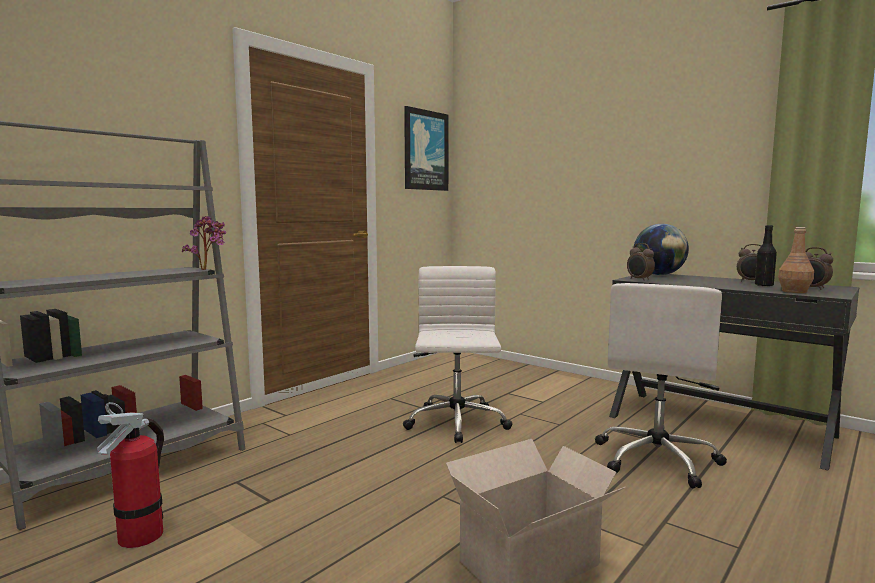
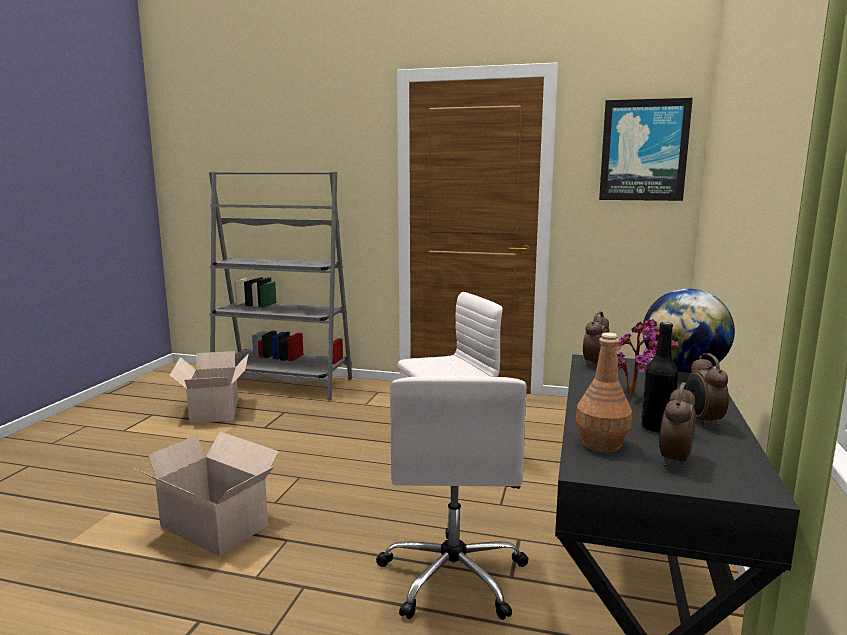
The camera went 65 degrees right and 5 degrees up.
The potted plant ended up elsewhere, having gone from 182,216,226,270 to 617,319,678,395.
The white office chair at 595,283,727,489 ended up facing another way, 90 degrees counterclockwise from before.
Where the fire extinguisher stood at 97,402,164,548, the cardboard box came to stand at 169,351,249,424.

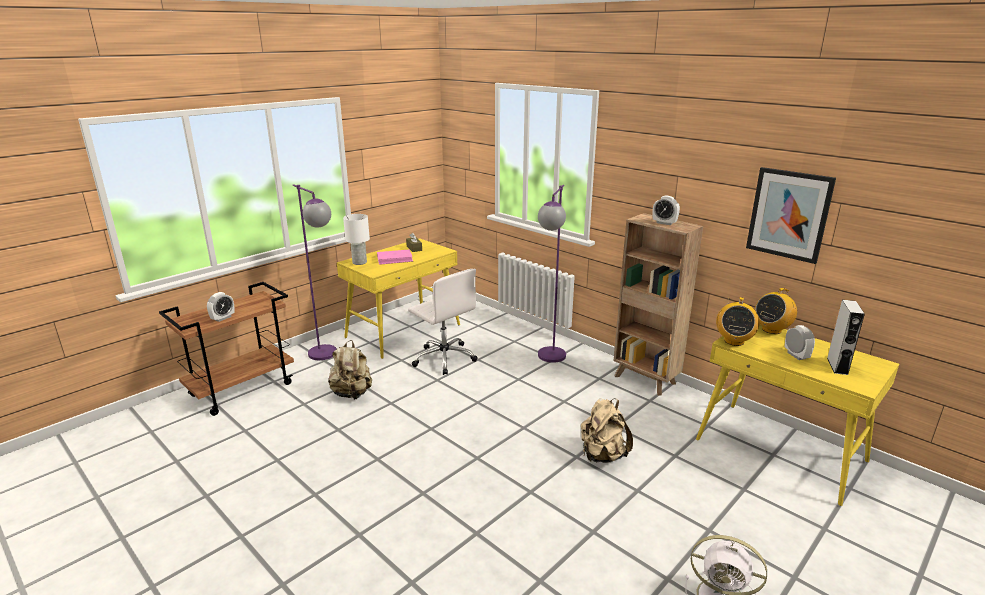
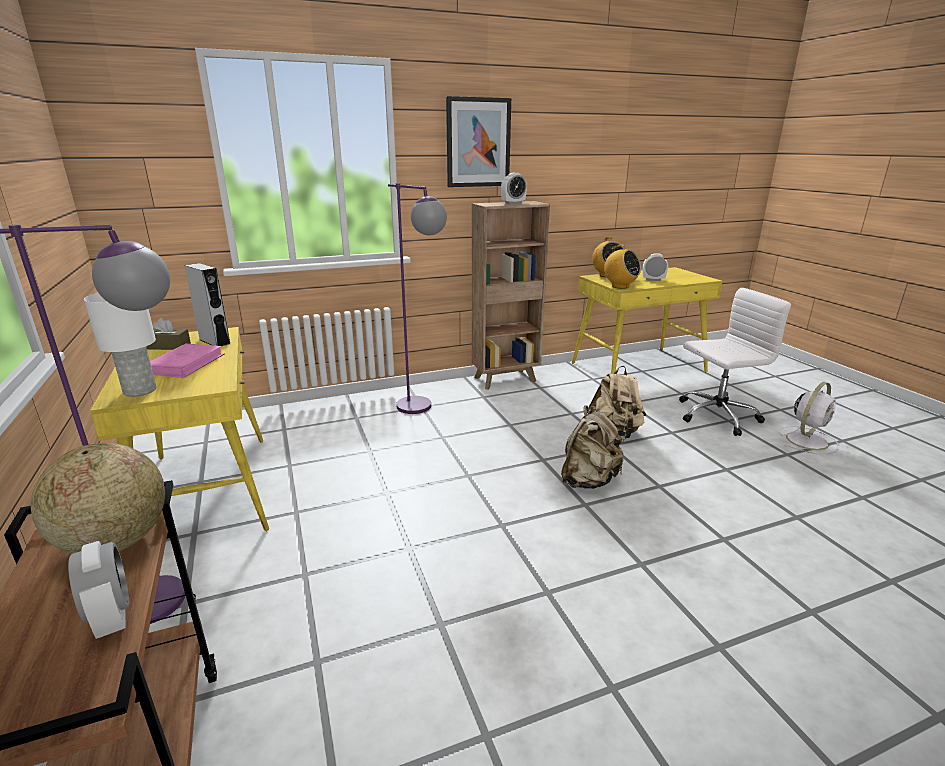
The camera went 65 degrees left and 0 degrees up.
The picture ended up elsewhere, having gone from 746,167,836,264 to 446,96,511,187.
The white office chair ended up elsewhere, having gone from 408,269,478,375 to 679,288,791,436.
The grey speaker ended up elsewhere, having gone from 827,300,865,375 to 184,263,230,346.
The beige backpack ended up elsewhere, having gone from 328,340,372,400 to 561,405,624,489.
The second view gained the globe at 31,443,165,554.

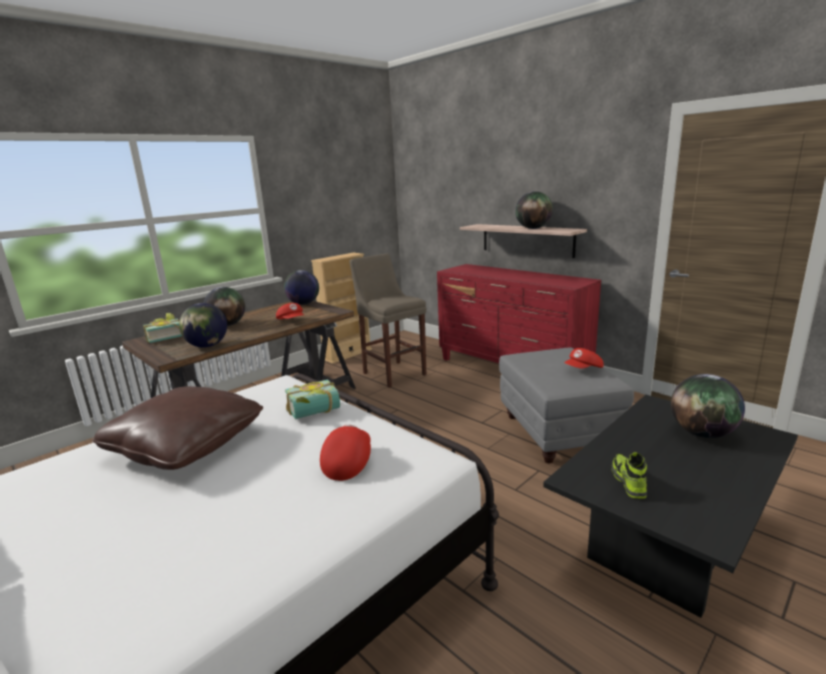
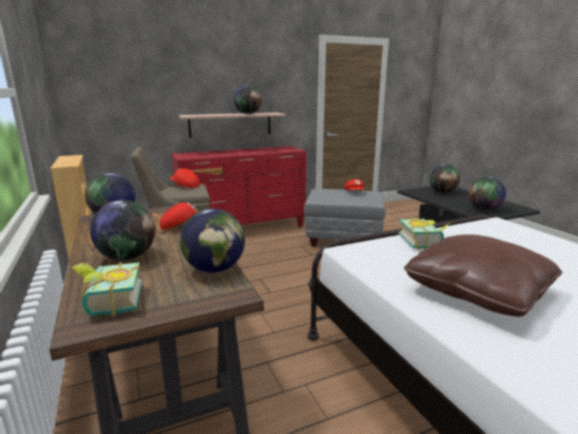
The camera went 70 degrees left and 0 degrees up.
The red cap ended up elsewhere, having gone from 320,425,371,481 to 170,168,200,188.
Where the shoe stood at 612,452,647,499, the globe came to stand at 468,177,506,210.

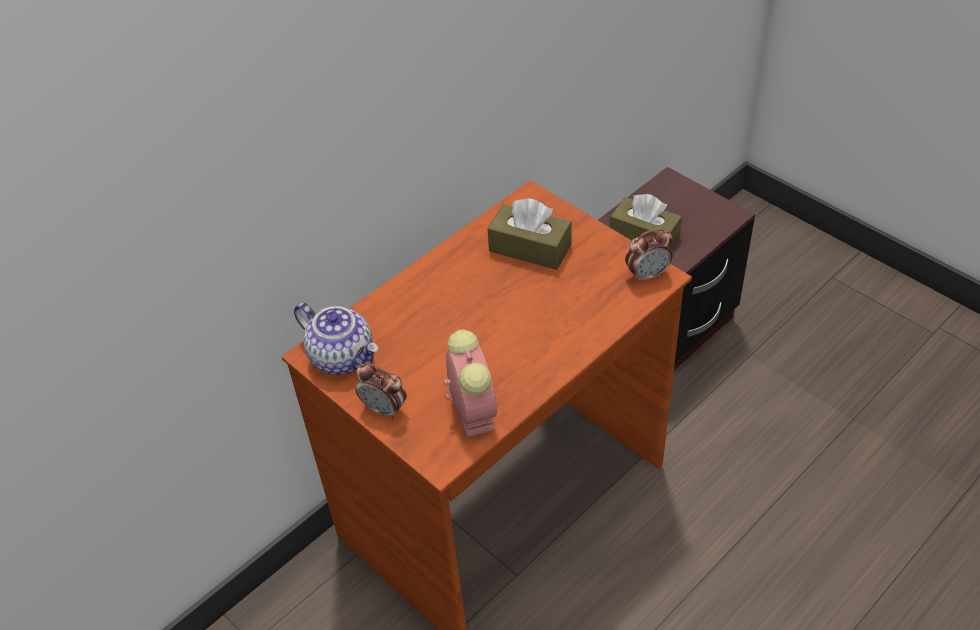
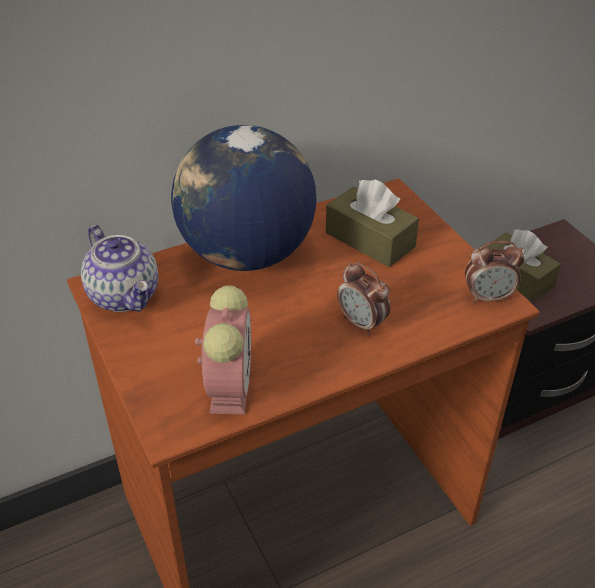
The camera went 15 degrees right and 5 degrees down.
The alarm clock ended up elsewhere, having gone from 355,363,407,420 to 337,262,391,335.
The second view gained the globe at 171,125,317,271.

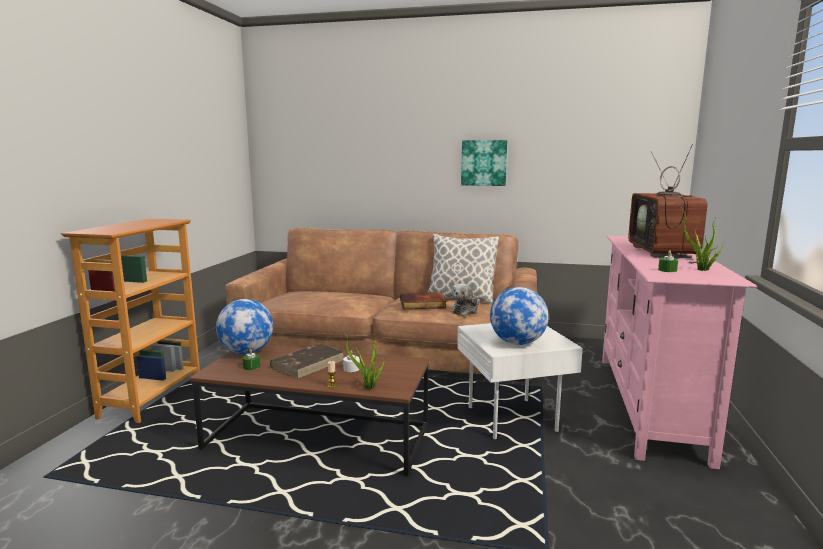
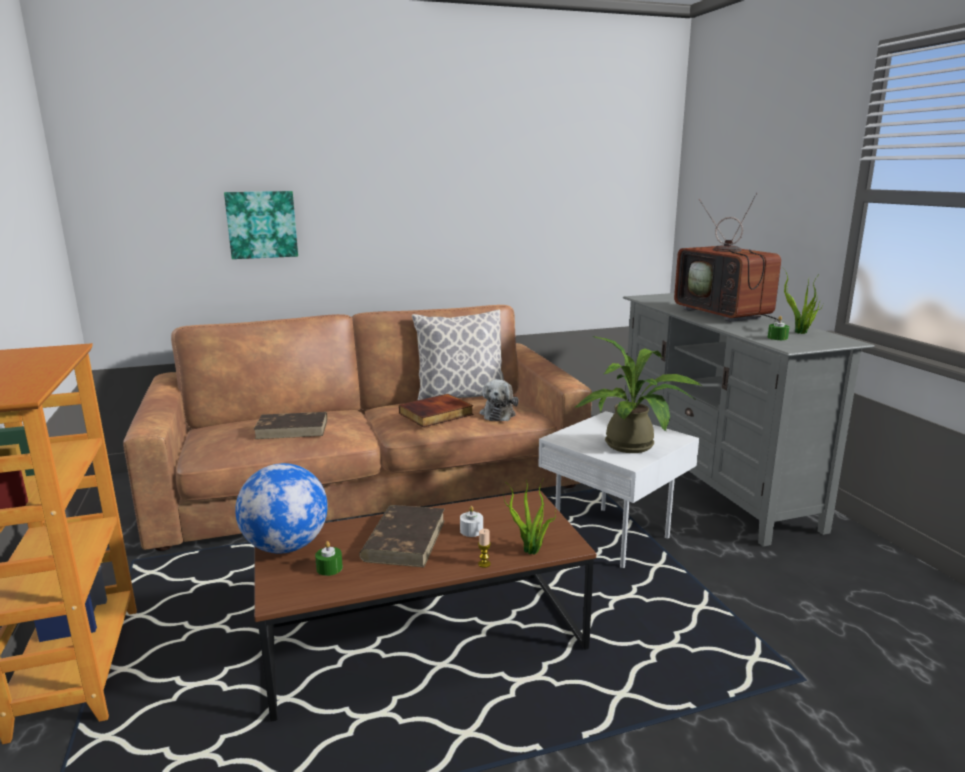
The camera went 30 degrees left and 5 degrees up.
The picture ended up elsewhere, having gone from 461,140,507,186 to 224,191,298,259.
What was the pink tv stand at 602,236,757,469 turned into the grey tv stand at 623,293,875,547.
Where the globe stood at 490,287,549,345, the potted plant came to stand at 575,336,702,453.
The second view gained the brown book at 253,412,327,439.

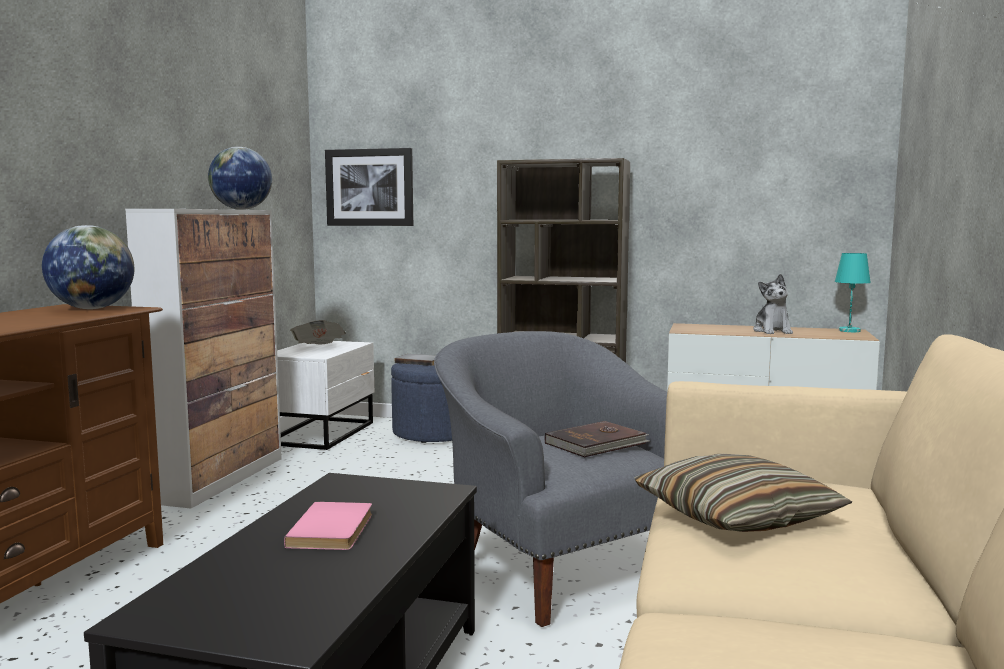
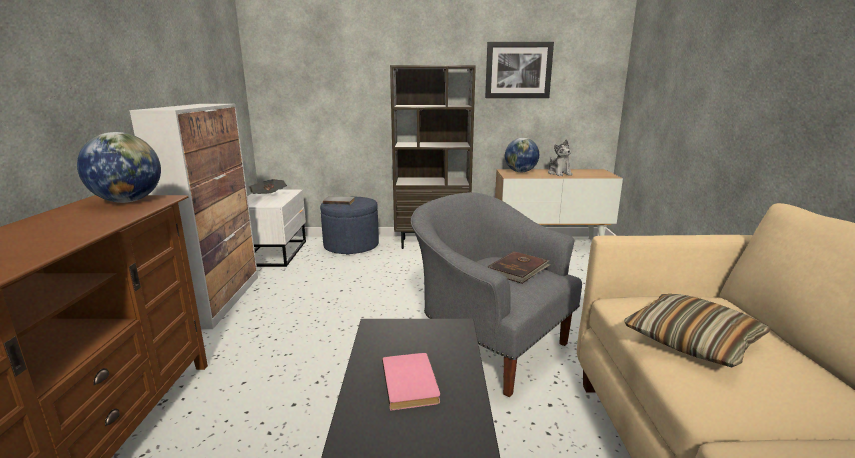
The camera went 15 degrees left and 10 degrees up.
The globe ended up elsewhere, having gone from 208,147,272,210 to 505,138,539,172.
The picture ended up elsewhere, having gone from 325,148,413,226 to 485,42,554,98.
The second view lost the turquoise table lamp at 835,253,871,332.

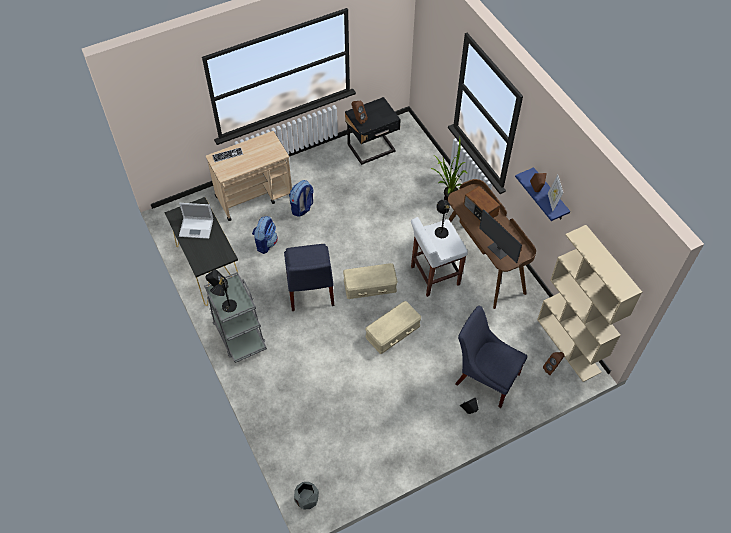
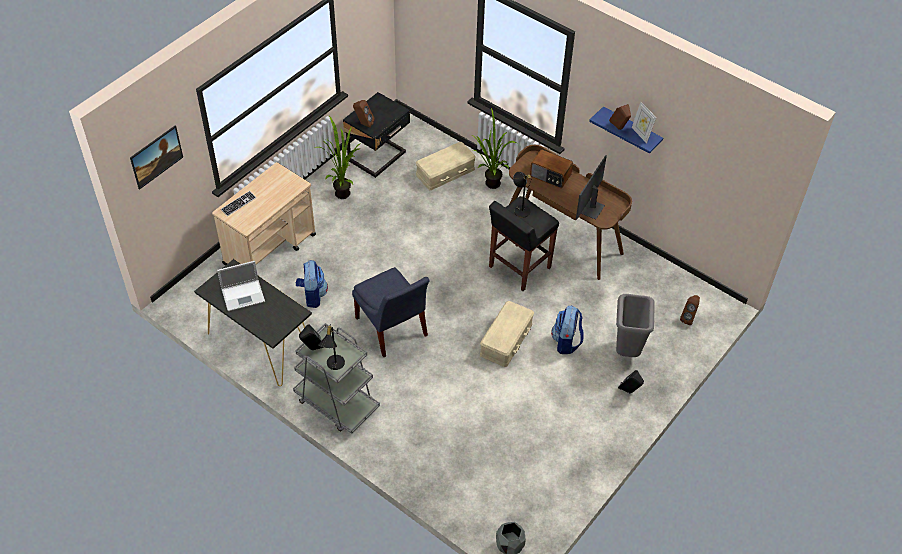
The camera went 25 degrees left and 5 degrees down.
The backpack ended up elsewhere, having gone from 289,180,313,217 to 551,306,584,354.
The monitor at 479,209,522,263 ended up facing another way, 90 degrees clockwise from before.
What was the white stool at 411,217,467,297 turned into the black stool at 489,196,559,291.
The second view lost the beige bookcase at 537,225,642,382.
The beige storage box ended up elsewhere, having gone from 343,263,398,299 to 416,142,476,190.
Where the blue chair stood at 455,306,527,408, the grey trash can came to stand at 616,294,655,357.
The second view gained the potted plant at 314,116,361,199.
The second view gained the picture at 130,126,183,189.

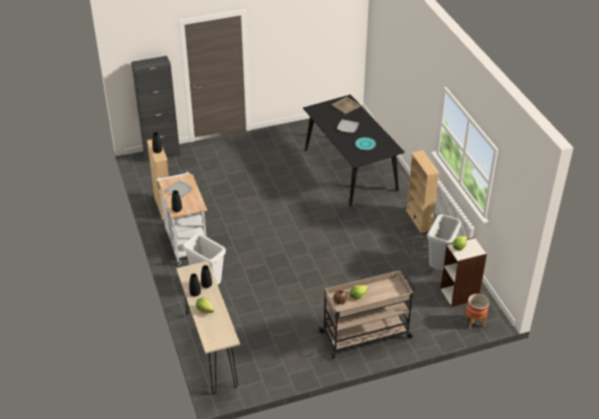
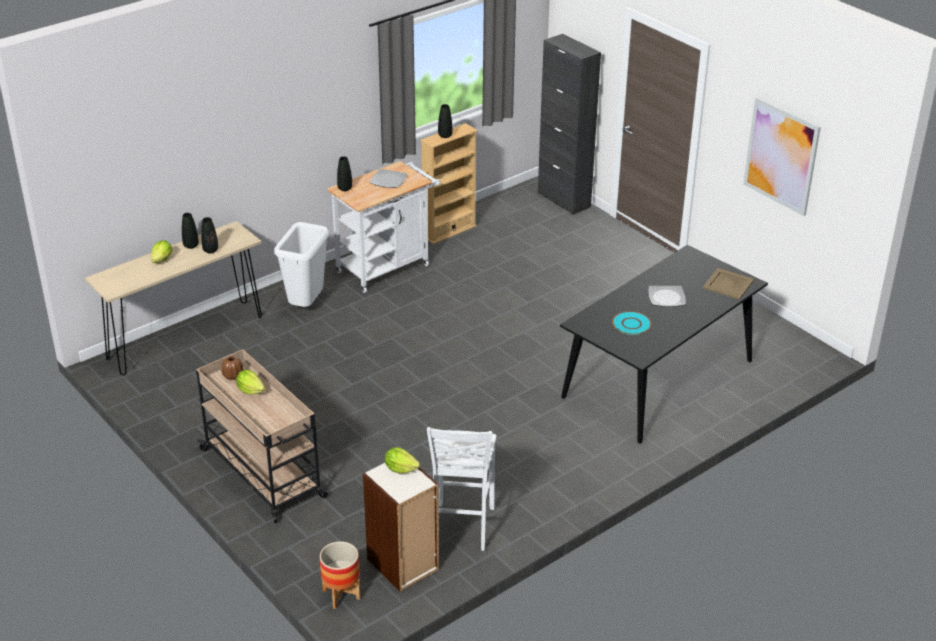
The camera went 70 degrees right and 5 degrees down.
The second view lost the beige bookcase at 406,150,439,233.
Where the grey trash can stood at 427,214,461,270, the white stool came to stand at 427,427,496,551.
The second view gained the picture at 743,97,821,216.

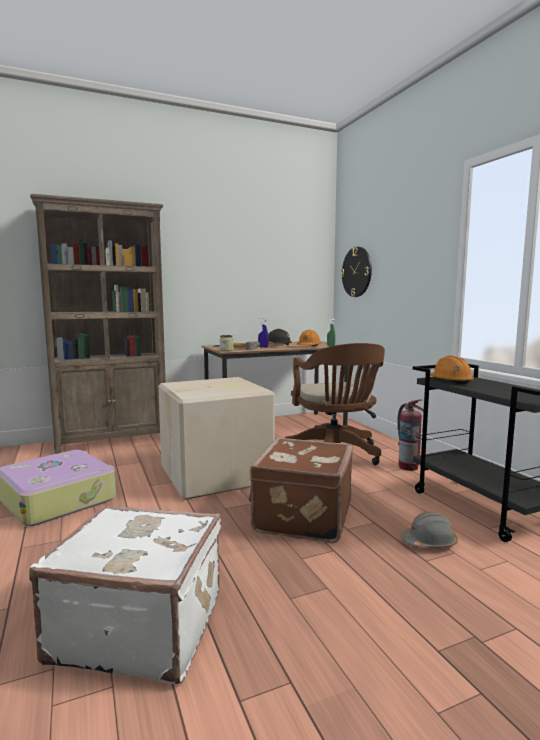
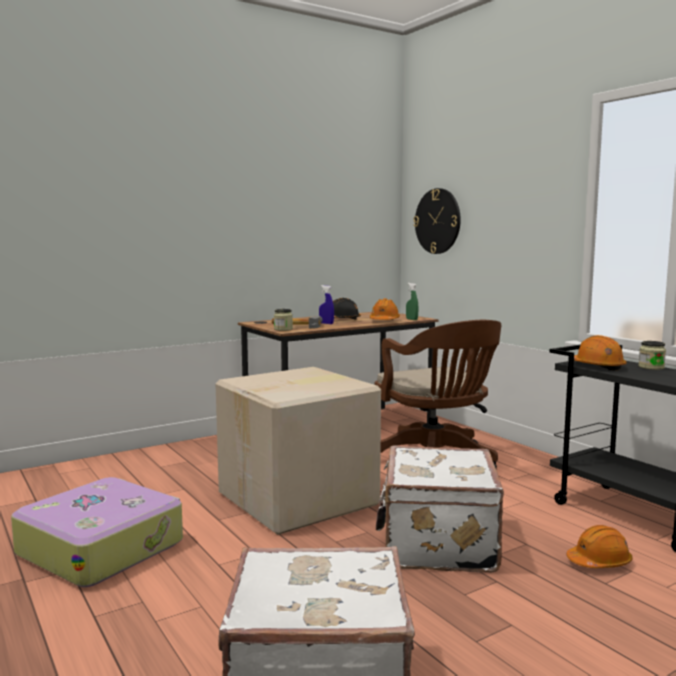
The camera went 10 degrees left and 0 degrees up.
The second view lost the brown bookcase at 30,194,166,454.
The second view lost the fire extinguisher at 397,399,424,471.
What was the brown suitcase at 249,438,353,543 turned into the white suitcase at 376,446,504,572.
What was the grey hard hat at 401,511,458,548 turned into the orange hard hat at 567,525,633,568.
The second view gained the jar at 638,341,666,370.

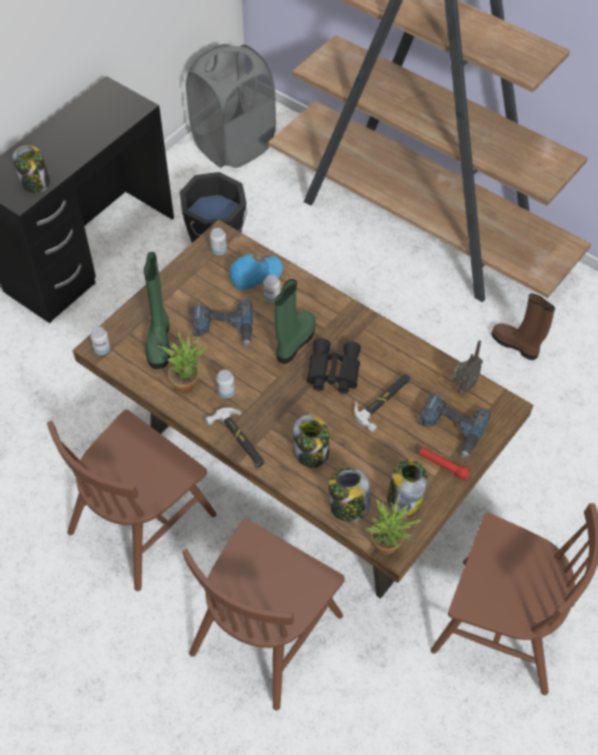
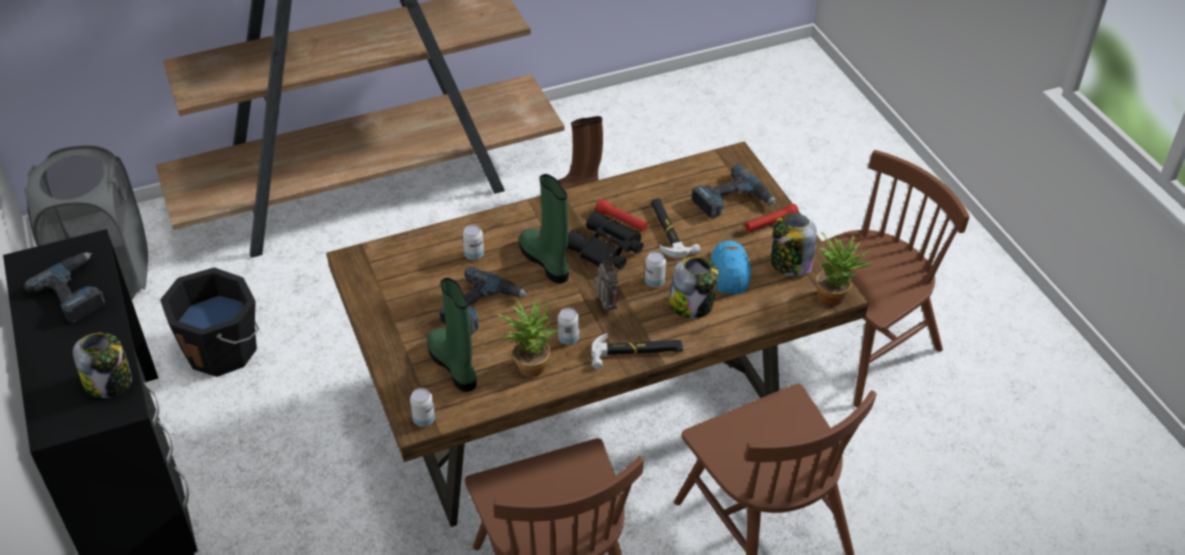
The camera went 60 degrees left and 10 degrees down.
The can ended up elsewhere, having gone from 210,228,227,255 to 645,251,666,287.
The green boot at 144,252,170,369 ended up facing another way, 150 degrees counterclockwise from before.
The blue cap ended up elsewhere, having gone from 229,254,283,290 to 711,240,751,294.
The radio ended up elsewhere, having gone from 452,340,483,394 to 594,235,618,310.
The second view lost the jar at 329,468,370,522.
The second view gained the red flashlight at 595,199,648,232.
The second view gained the power drill at 24,252,106,323.

